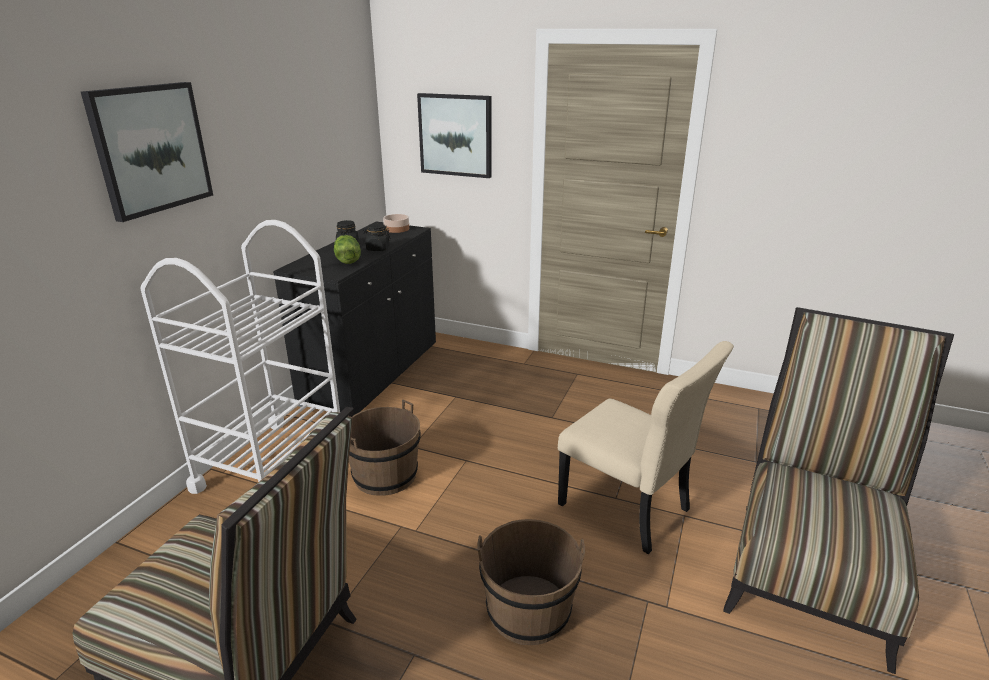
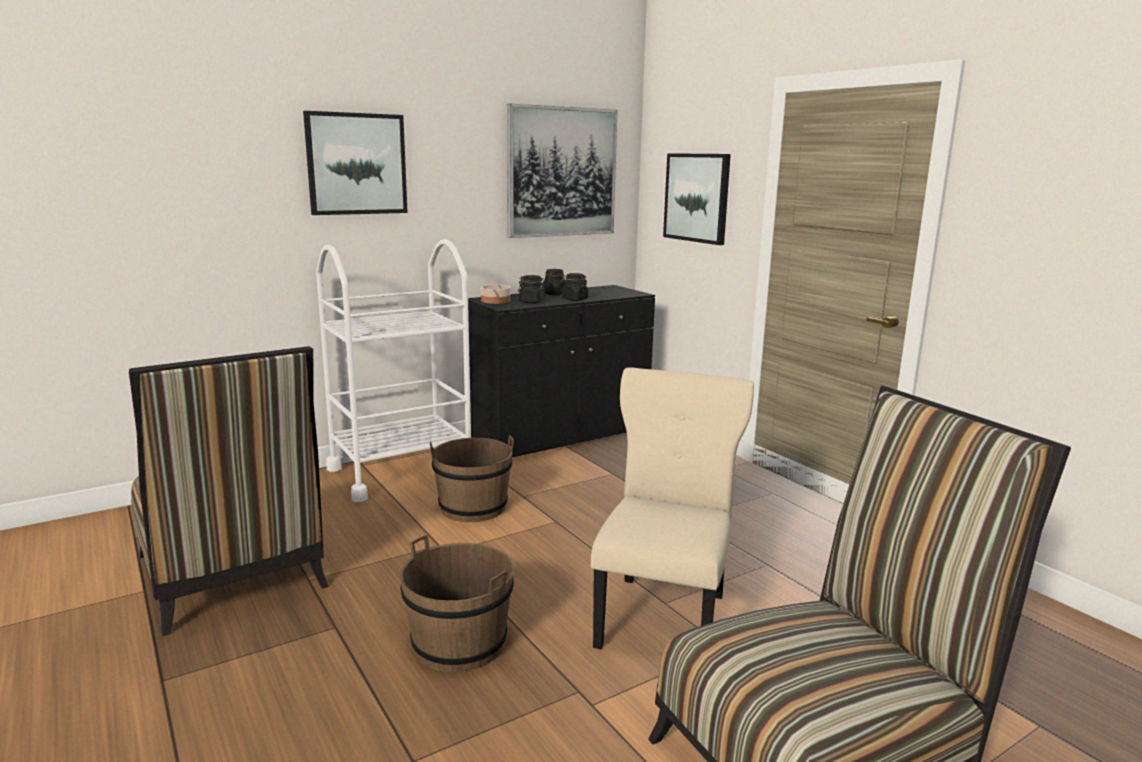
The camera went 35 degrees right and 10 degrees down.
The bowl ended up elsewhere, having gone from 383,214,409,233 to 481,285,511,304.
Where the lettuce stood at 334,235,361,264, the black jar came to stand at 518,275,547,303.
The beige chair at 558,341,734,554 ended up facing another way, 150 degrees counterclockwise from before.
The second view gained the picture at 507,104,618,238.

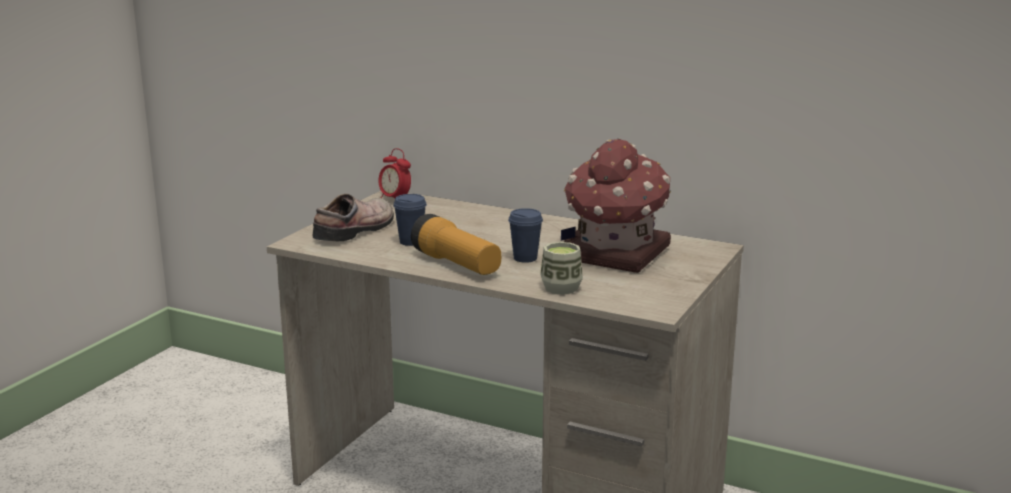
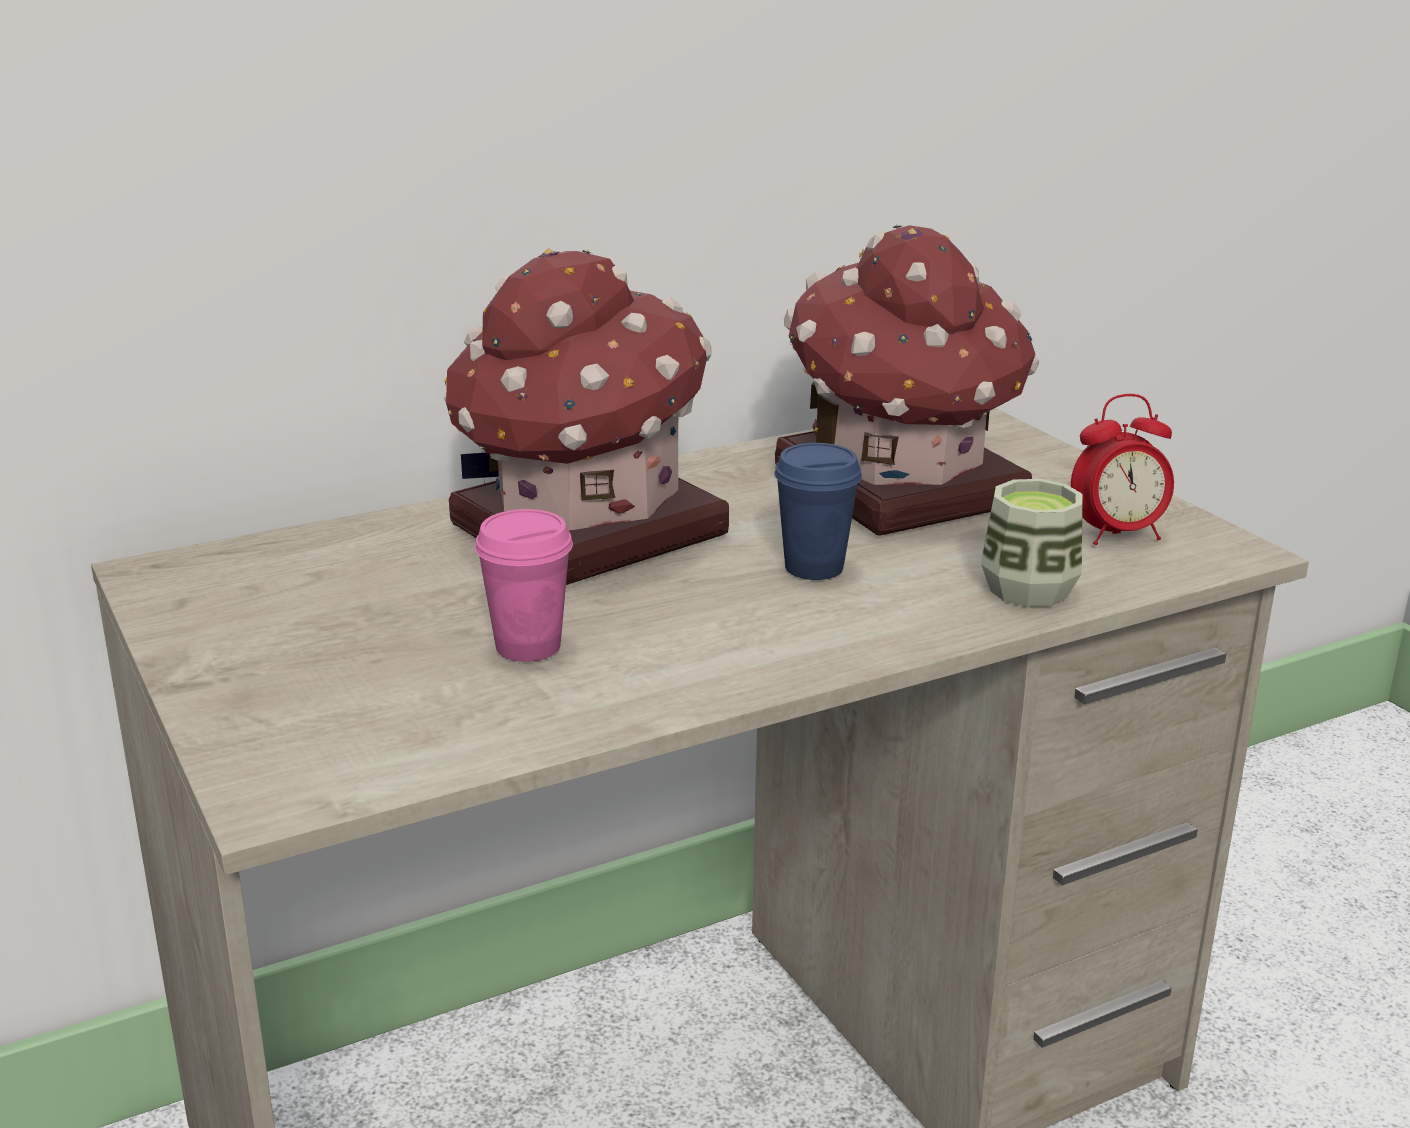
The camera went 55 degrees left and 5 degrees up.
The alarm clock ended up elsewhere, having gone from 379,148,411,198 to 1071,394,1174,545.
The second view lost the shoe at 313,194,394,241.
What was the blue cup at 393,194,427,246 turned into the pink cup at 475,509,573,662.
The second view lost the flashlight at 411,214,501,275.
The second view gained the toy house at 444,248,729,585.

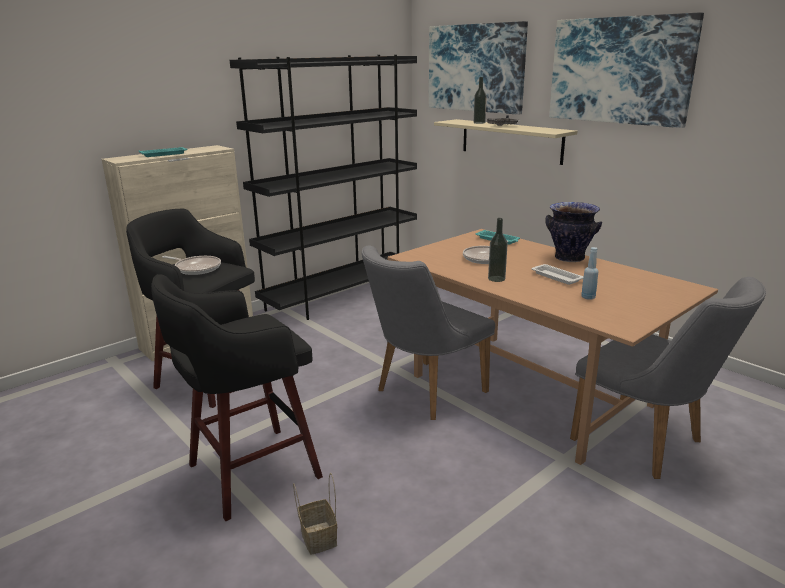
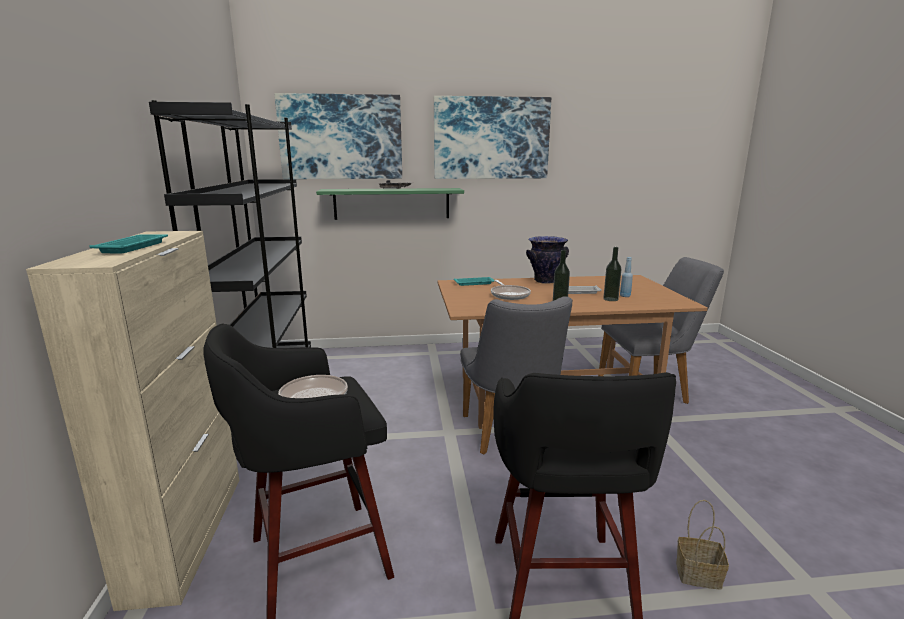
The camera went 55 degrees left and 5 degrees down.
The bottle ended up elsewhere, having gone from 474,77,487,124 to 603,247,622,301.
What was the beige shelf at 434,119,578,165 turned into the green shelf at 316,188,464,220.

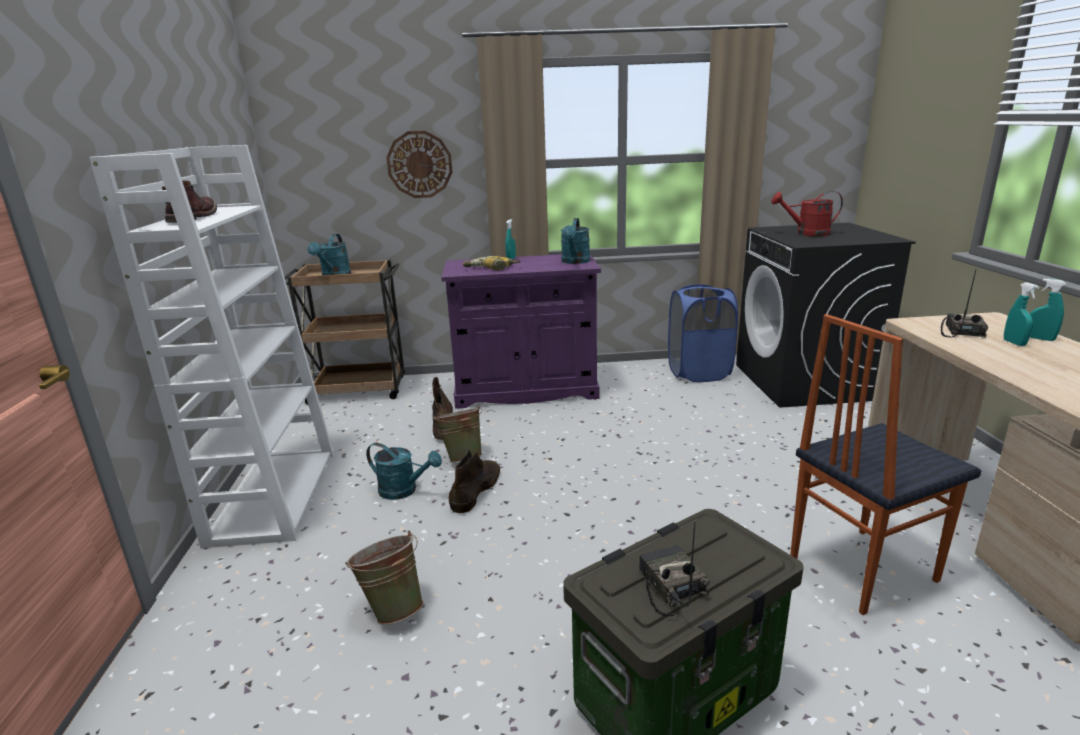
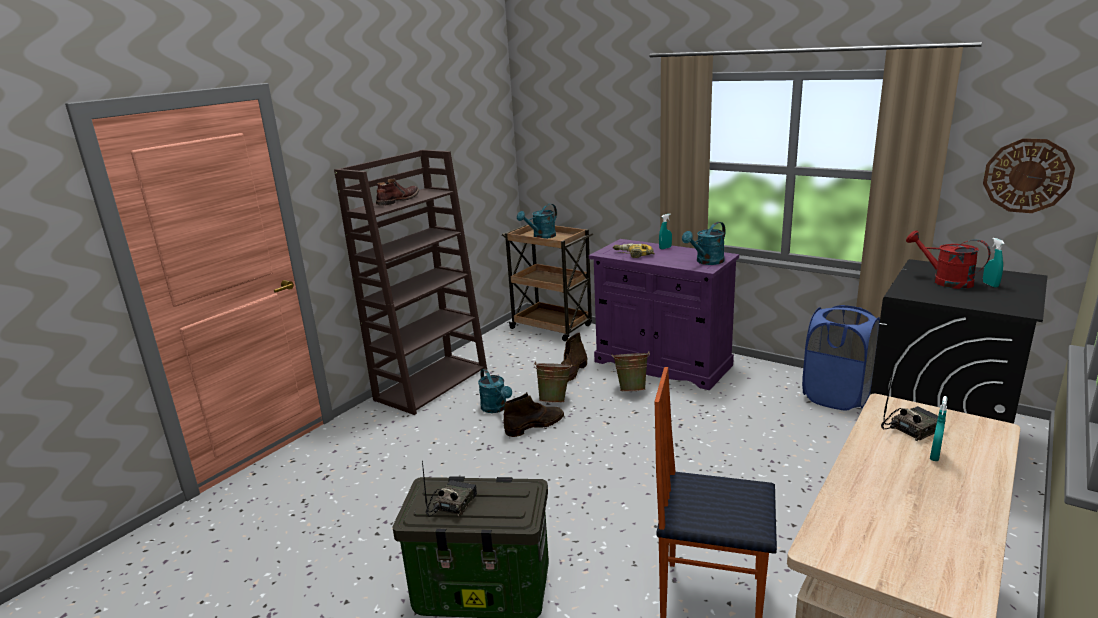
The camera went 40 degrees right and 0 degrees up.
The wall clock ended up elsewhere, having gone from 386,131,453,198 to 983,138,1075,213.
What was the white bookcase at 89,145,334,548 turned into the brown bookcase at 334,150,487,415.
The turquoise spray bottle ended up elsewhere, having gone from 1030,278,1066,341 to 983,238,1005,287.
The green bucket ended up elsewhere, having gone from 345,530,424,625 to 612,351,650,392.

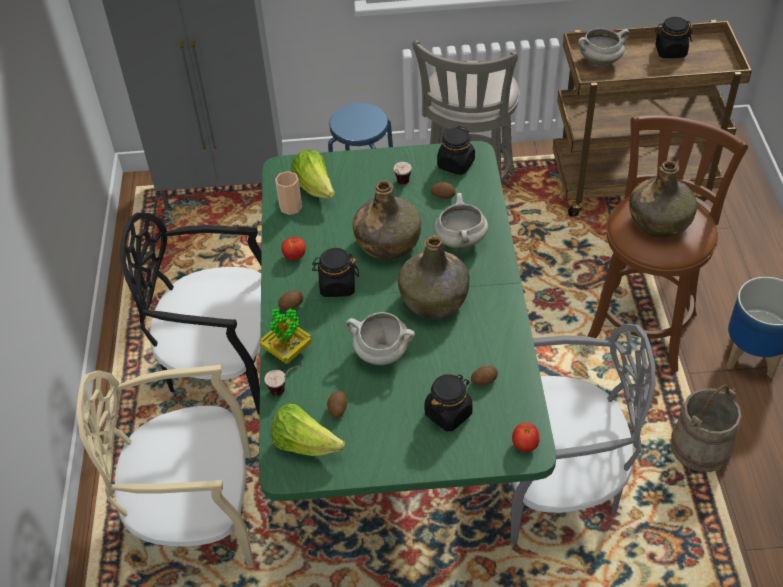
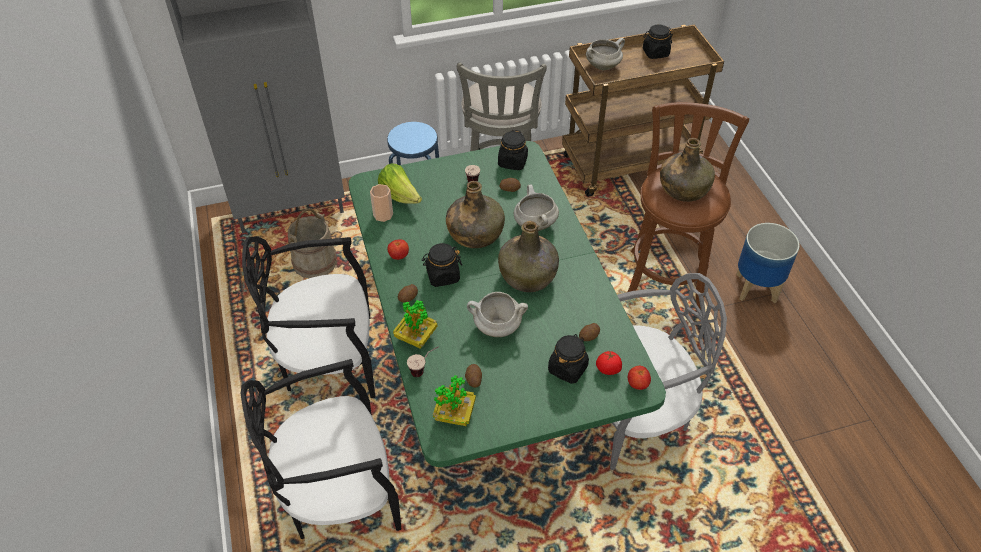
The camera went 15 degrees left and 0 degrees up.
What was the beige chair at 77,365,254,568 turned into the black chair at 240,359,401,539.
The beige bucket ended up elsewhere, having gone from 670,384,741,472 to 288,208,337,278.
Where the lettuce stood at 271,403,345,456, the potted plant came to stand at 433,375,476,426.
The second view gained the tomato at 596,350,622,375.

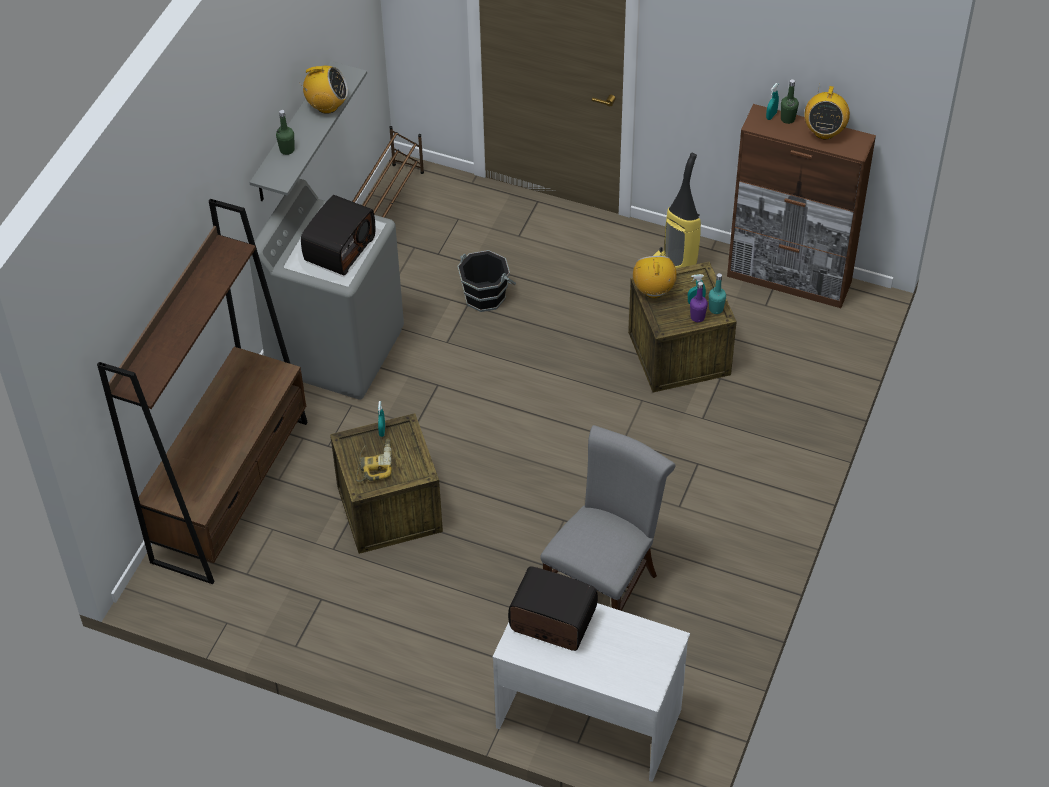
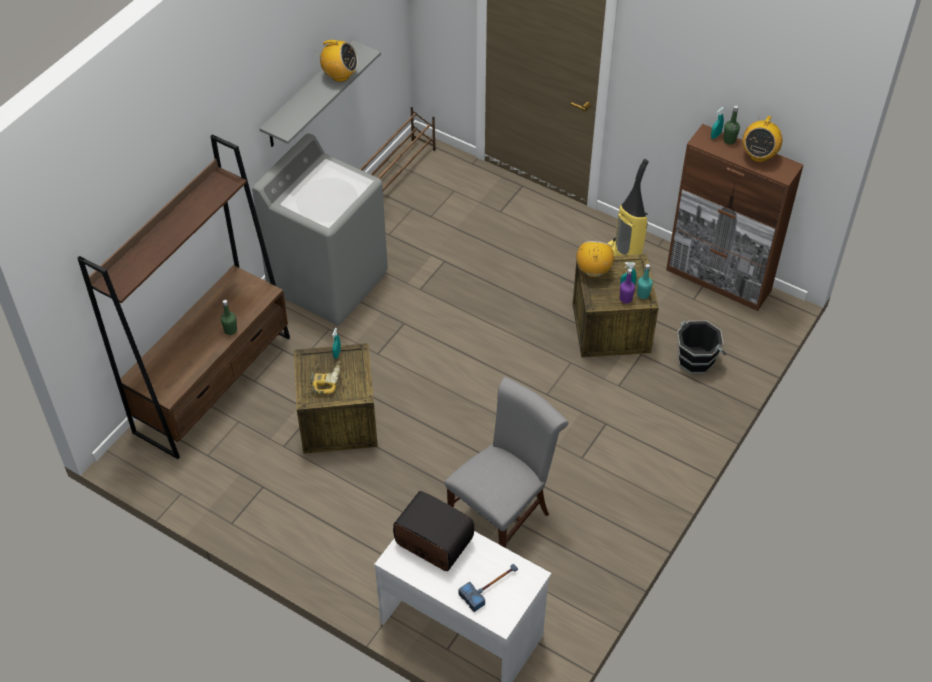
The camera went 10 degrees right and 0 degrees up.
The green bottle ended up elsewhere, having gone from 276,110,295,155 to 220,300,237,335.
The second view lost the radio at 301,195,375,275.
The black bucket ended up elsewhere, having gone from 458,250,516,312 to 677,321,727,374.
The second view gained the hammer at 459,564,518,612.

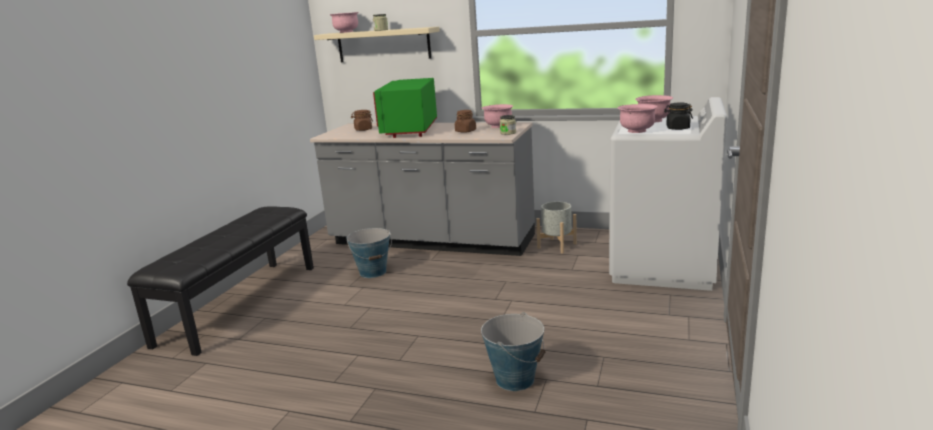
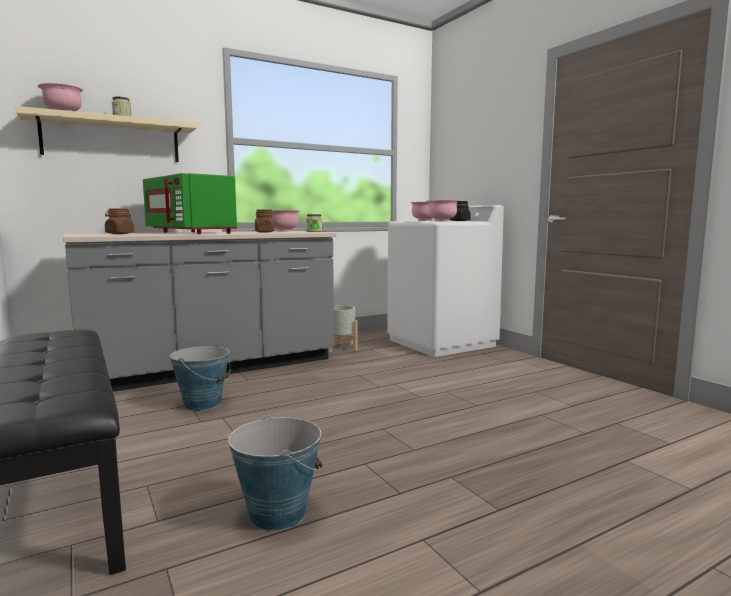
The camera went 50 degrees left and 10 degrees down.
The bucket ended up elsewhere, having gone from 481,312,546,391 to 228,415,323,531.

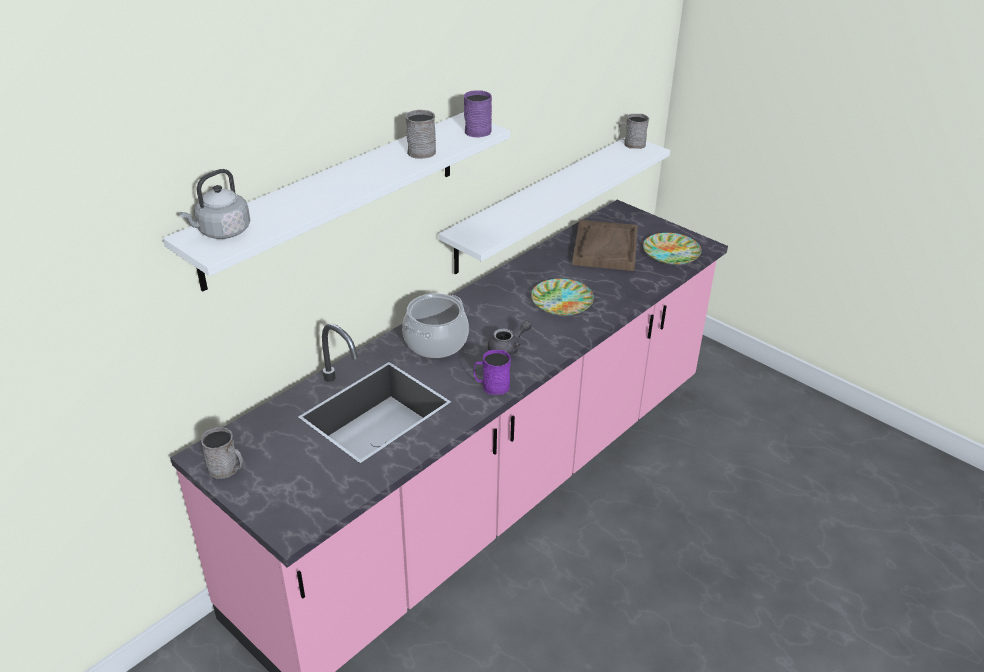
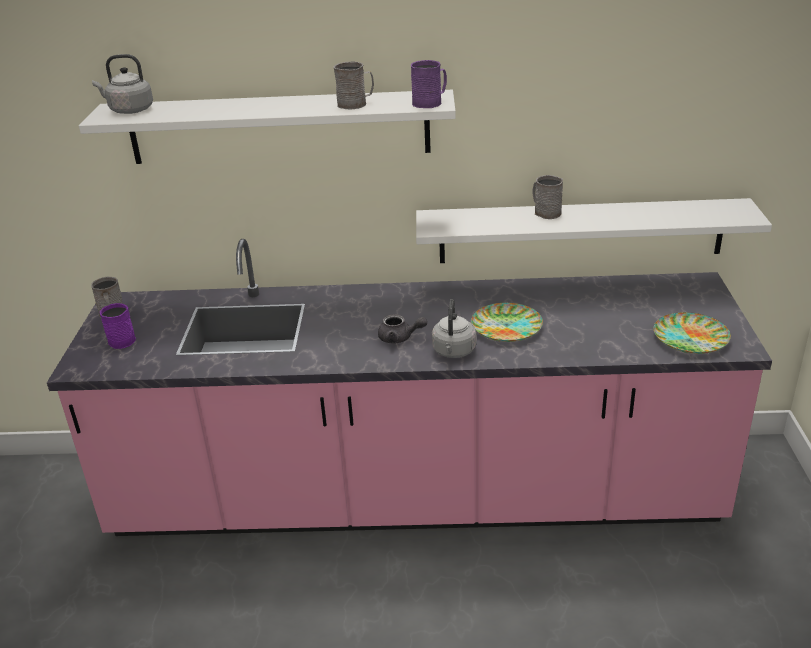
The camera went 50 degrees right and 5 degrees down.
The grey mug ended up elsewhere, having gone from 618,114,649,149 to 532,175,563,219.
The second view lost the brown tray at 572,220,638,271.
The second view lost the cooking pot at 402,293,469,358.
The purple mug ended up elsewhere, having gone from 474,350,511,394 to 100,303,136,349.
The second view gained the grey kettle at 432,299,476,358.

